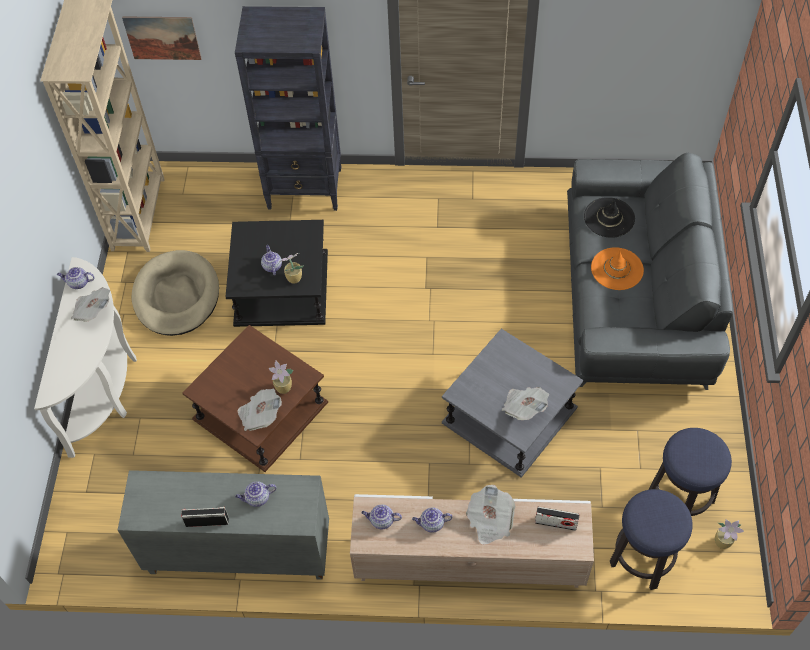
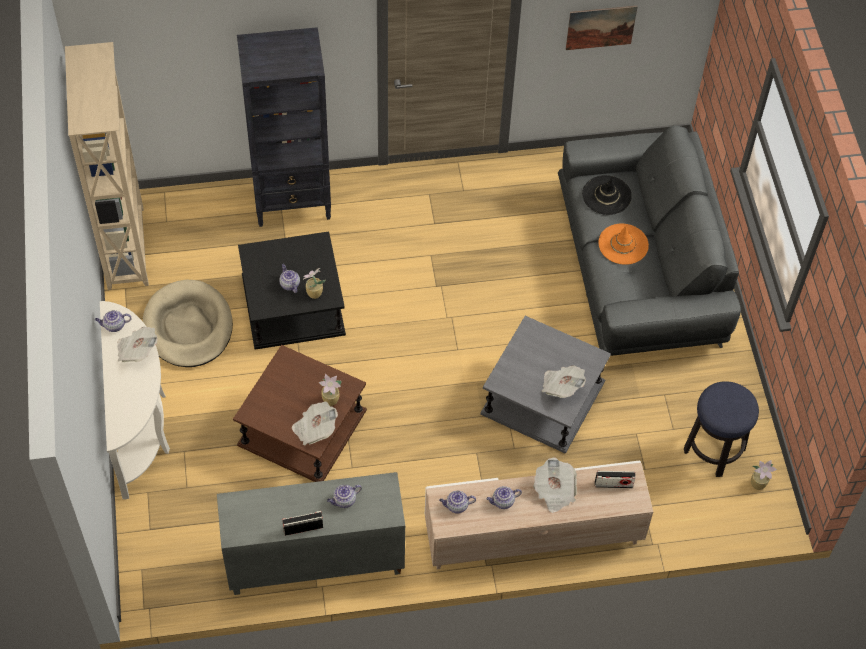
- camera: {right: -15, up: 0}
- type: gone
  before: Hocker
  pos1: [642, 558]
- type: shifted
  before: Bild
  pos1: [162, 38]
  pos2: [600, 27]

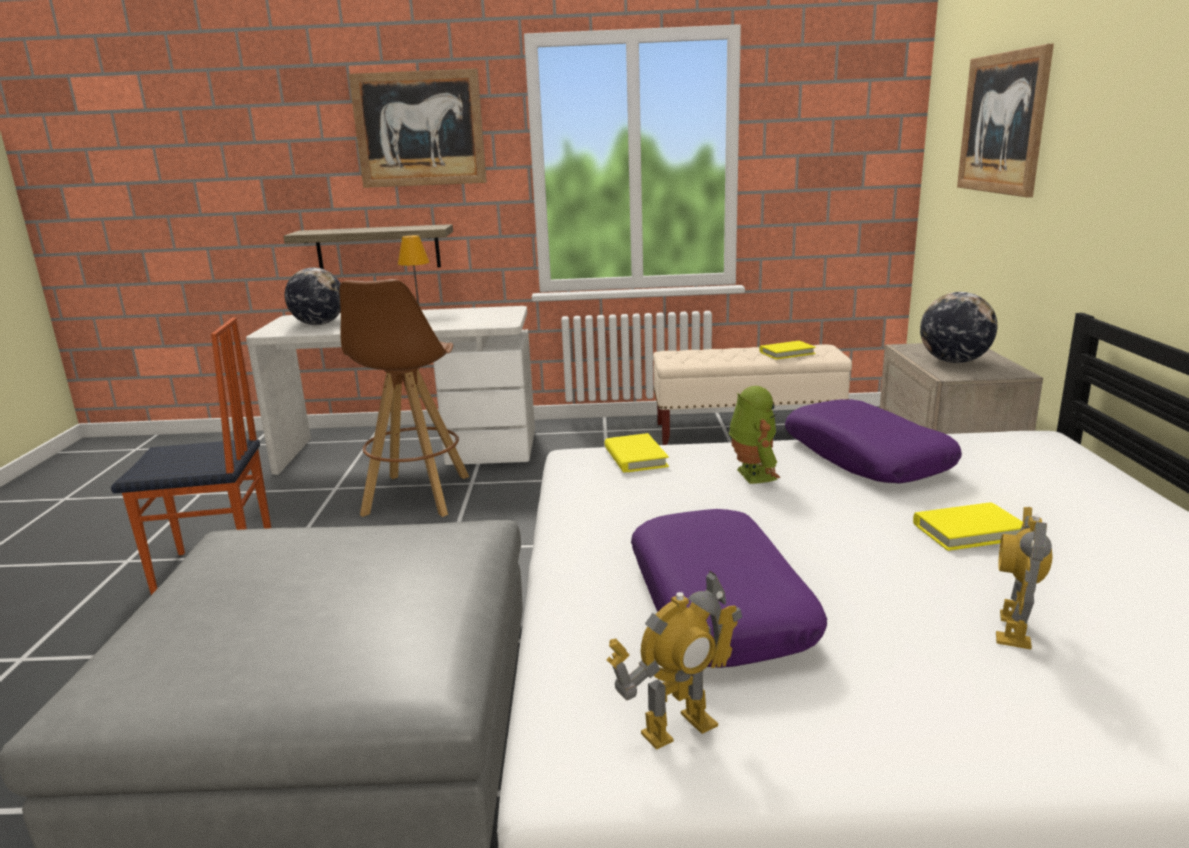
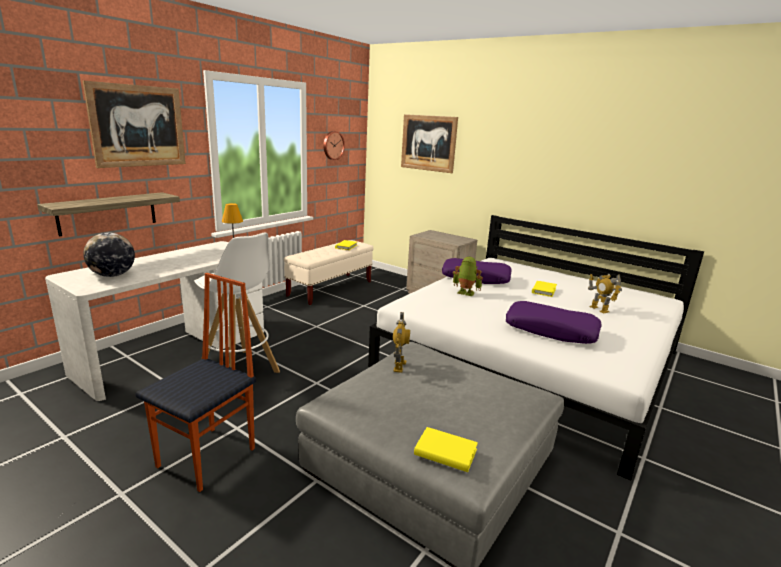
- camera: {right: -55, up: 0}
- type: gone
  before: Globus
  pos1: [954, 362]
- type: new
  after: Wanduhr
  pos2: [333, 145]
- type: shifted
  before: Buch/gelb
  pos1: [635, 457]
  pos2: [445, 452]
- type: shifted
  before: Spielzeugroboter
  pos1: [678, 728]
  pos2: [399, 366]
- type: repainted
  before: Hocker/braun
  after: Hocker/weiß
  pos1: [416, 495]
  pos2: [239, 370]

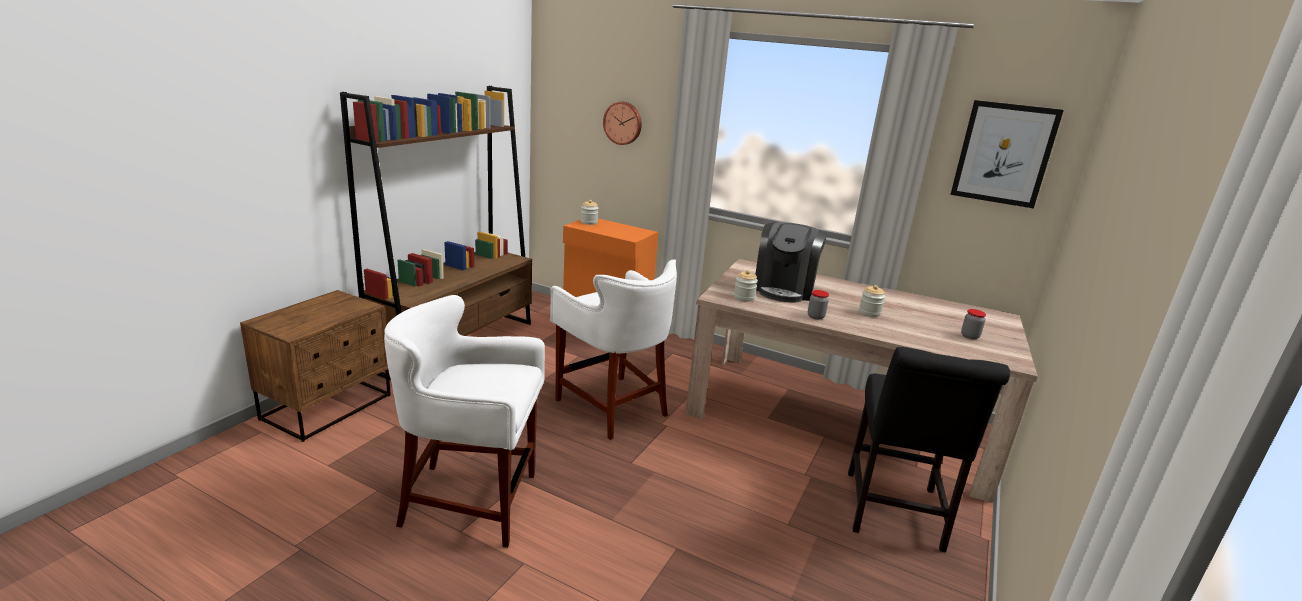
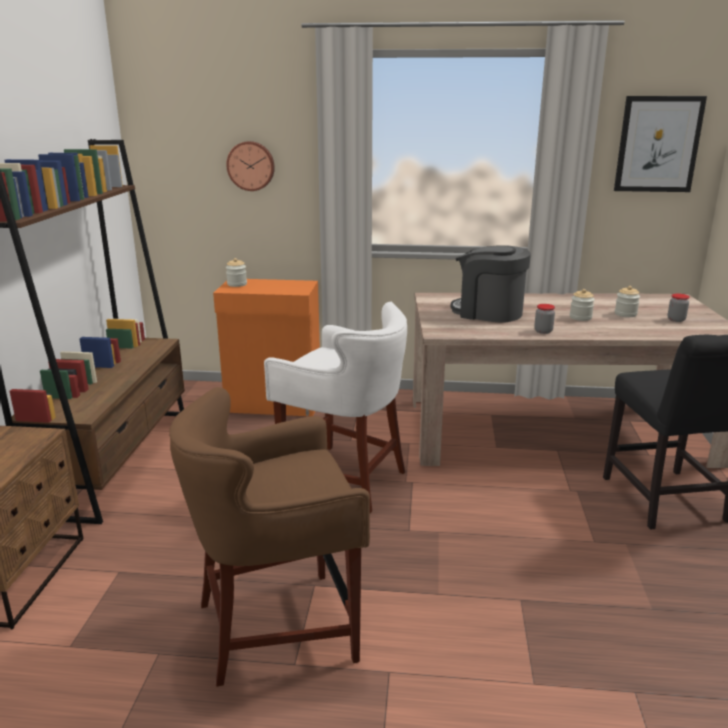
- camera: {right: -20, up: 0}
- type: shifted
  before: Vorratsglas
  pos1: [744, 297]
  pos2: [625, 314]
- type: repainted
  before: Hocker/weiß
  after: Hocker/braun
  pos1: [471, 502]
  pos2: [279, 628]
- type: rotated
  before: Kaffeemaschine
  pos1: [784, 289]
  pos2: [488, 312]
  turn: 120

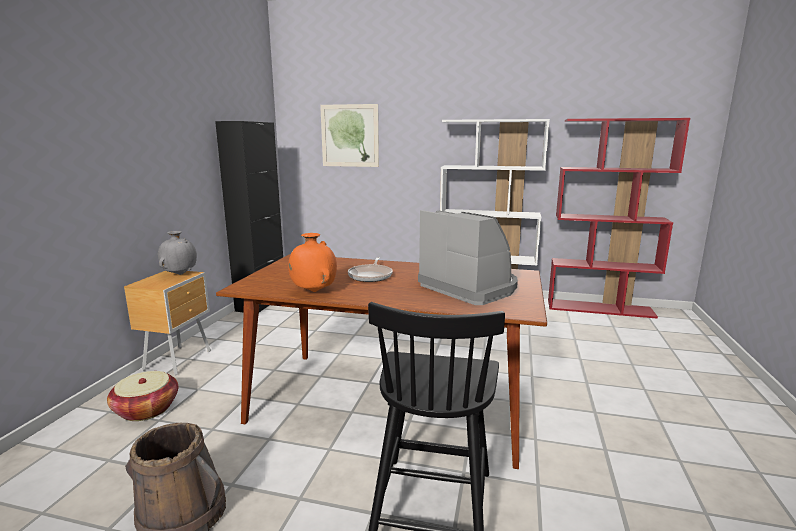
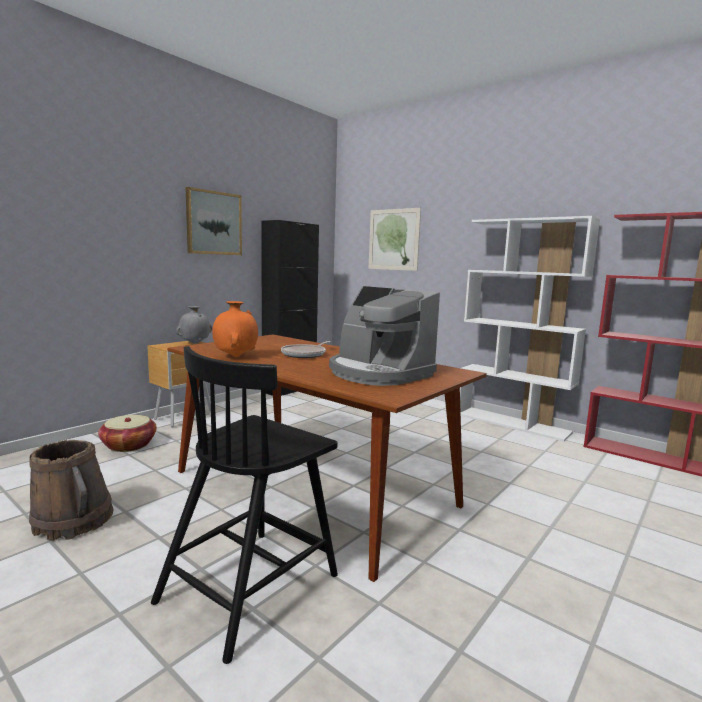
- camera: {right: 25, up: -5}
- type: new
  after: Bild
  pos2: [214, 223]
- type: rotated
  before: Kaffeemaschine
  pos1: [469, 287]
  pos2: [378, 373]
  turn: 150

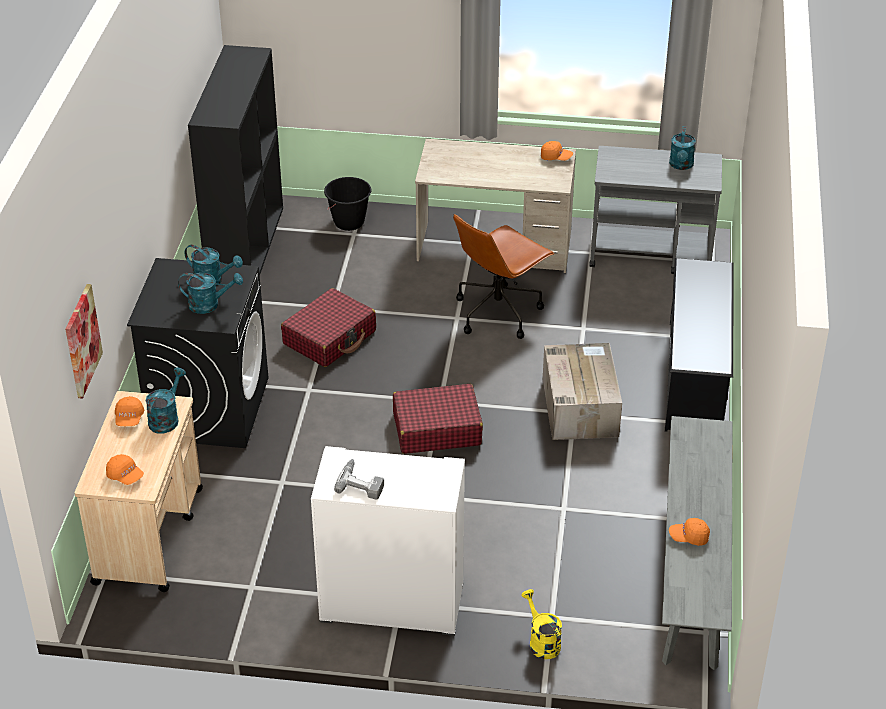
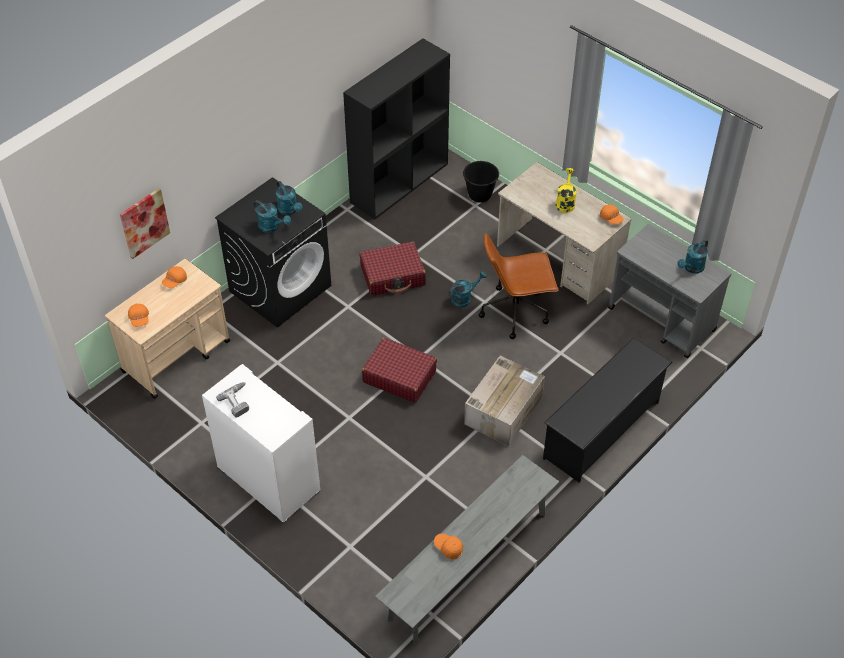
- camera: {right: 35, up: 10}
- type: shifted
  before: Gießkanne/türkis
  pos1: [166, 418]
  pos2: [464, 298]
- type: shifted
  before: Gießkanne/gelb
  pos1: [541, 641]
  pos2: [565, 202]

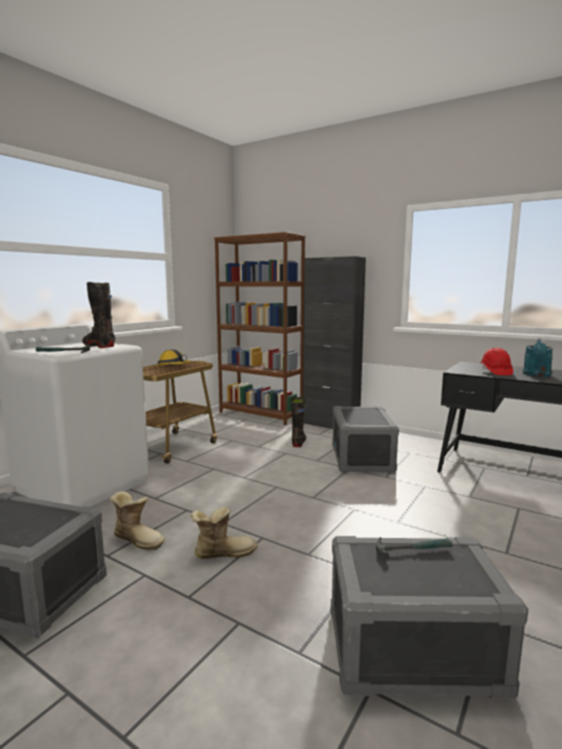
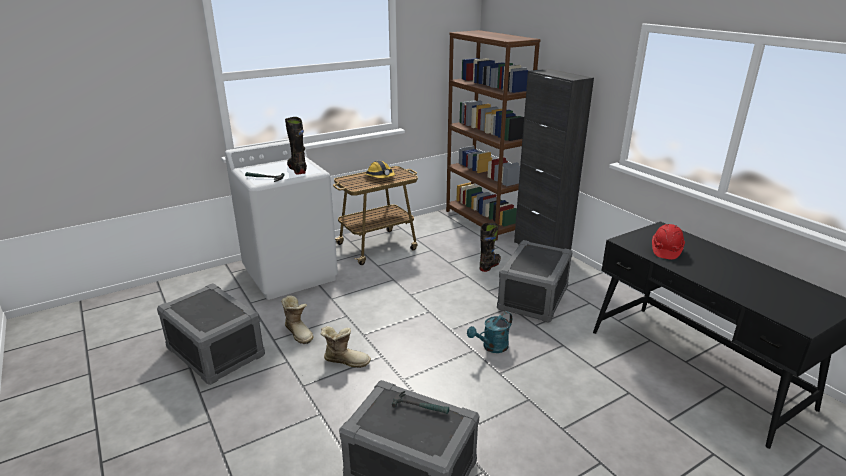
- camera: {right: 25, up: 15}
- type: shifted
  before: Gießkanne/türkis
  pos1: [536, 375]
  pos2: [491, 347]

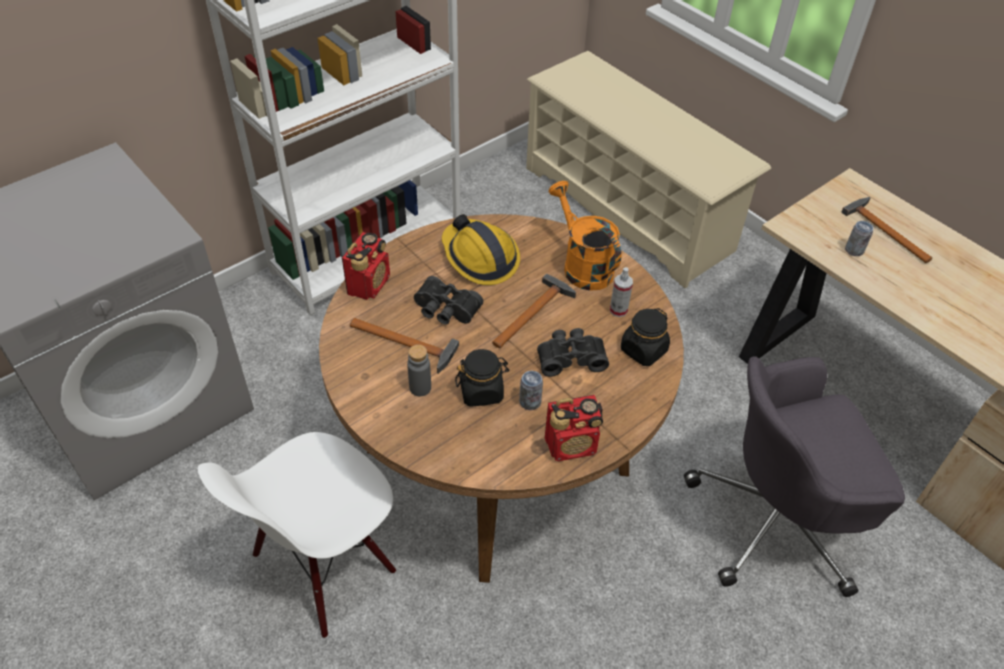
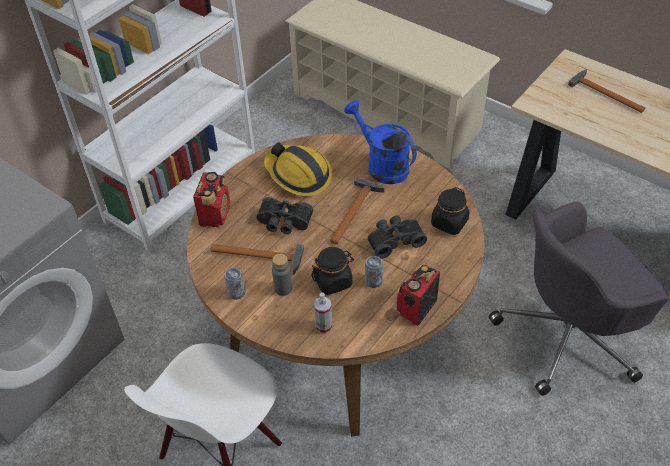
- camera: {right: -10, up: 0}
- type: shifted
  before: Sprühflasche
  pos1: [618, 310]
  pos2: [323, 326]
- type: shifted
  before: Dose
  pos1: [854, 250]
  pos2: [236, 293]
- type: repainted
  before: Gießkanne/orange
  after: Gießkanne/blau
  pos1: [582, 265]
  pos2: [382, 165]
- type: rotated
  before: Radio
  pos1: [571, 445]
  pos2: [416, 308]
  turn: 150

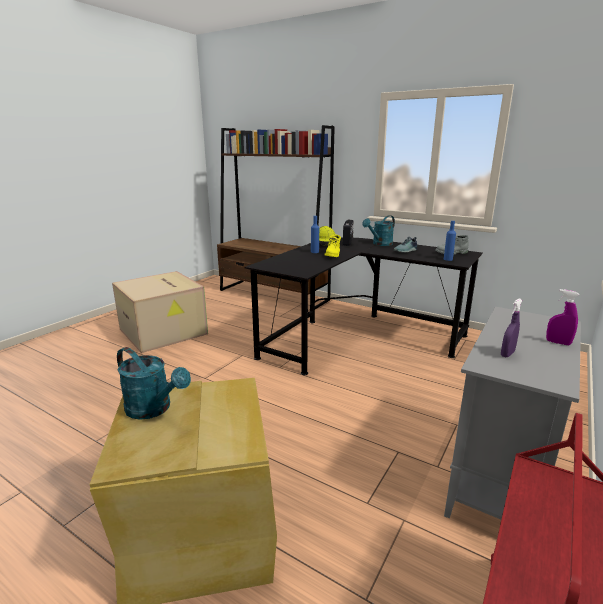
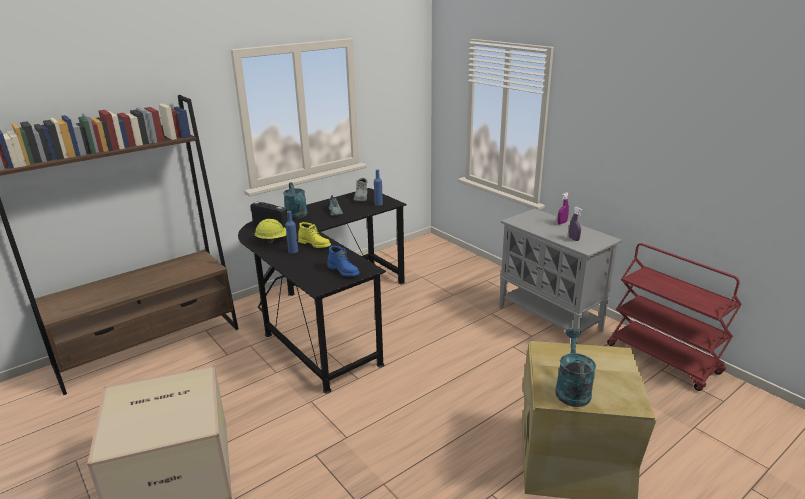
- camera: {right: -70, up: 5}
- type: new
  after: Stiefel/blau
  pos2: [344, 271]
- type: rotated
  before: Gießkanne/türkis
  pos1: [154, 409]
  pos2: [572, 389]
  turn: -45

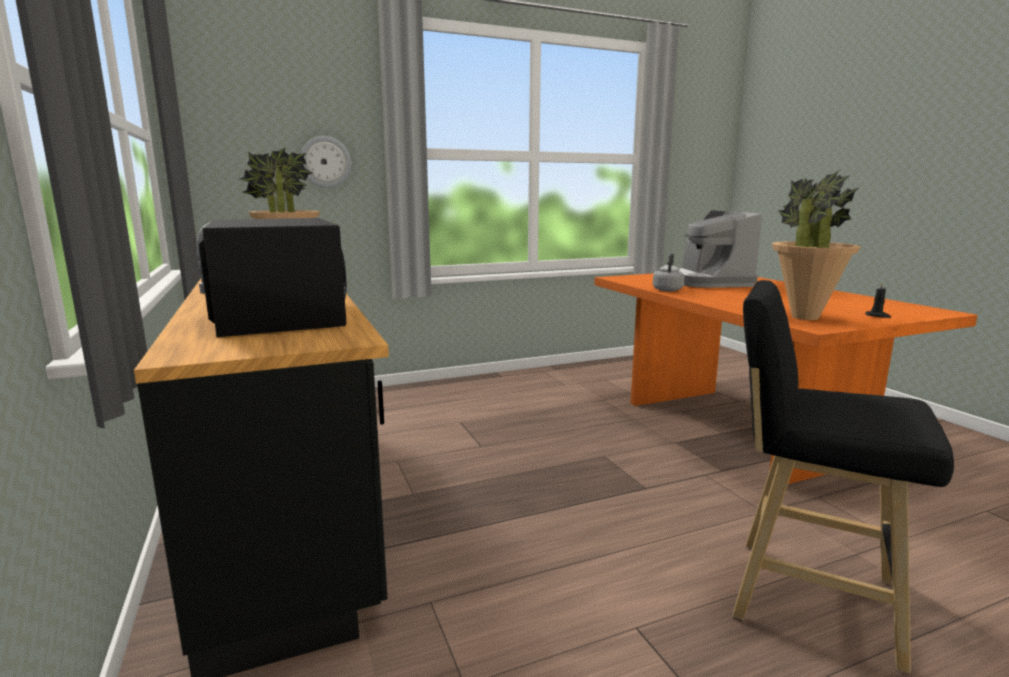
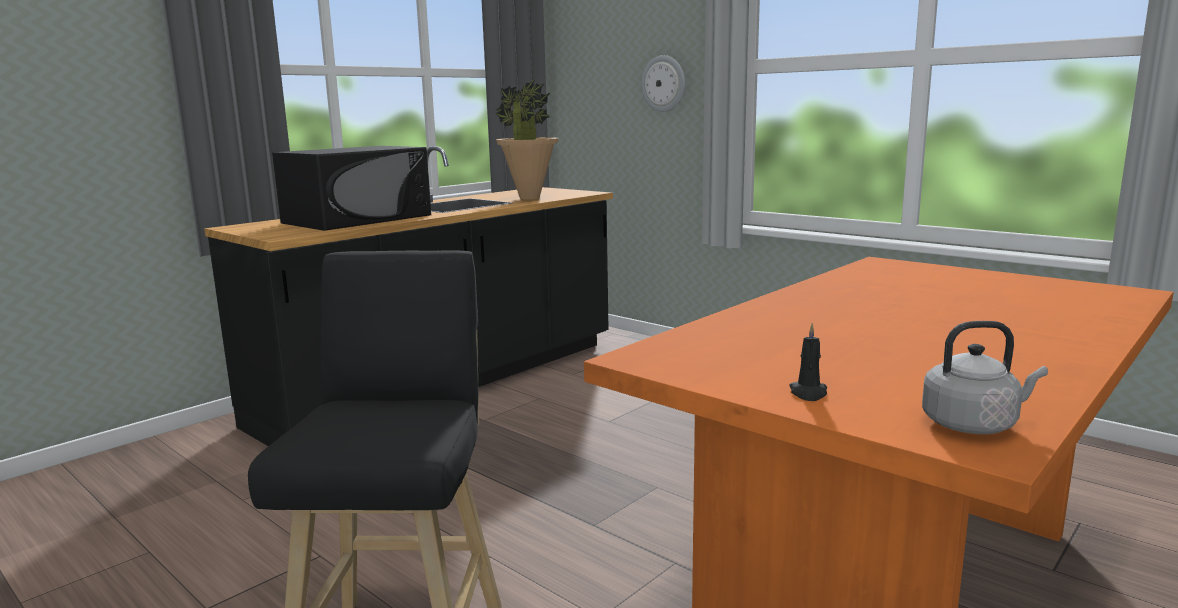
- camera: {right: 65, up: 0}
- type: gone
  before: Kaffeemaschine
  pos1: [707, 282]
- type: gone
  before: Topfpflanze
  pos1: [804, 317]
- type: shifted
  before: Wasserkessel/grau
  pos1: [667, 290]
  pos2: [973, 424]

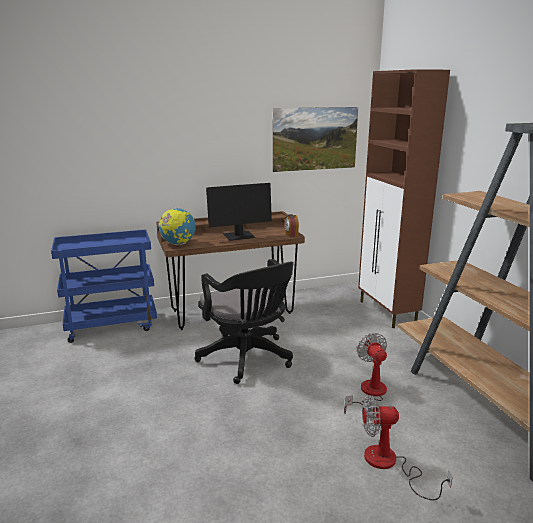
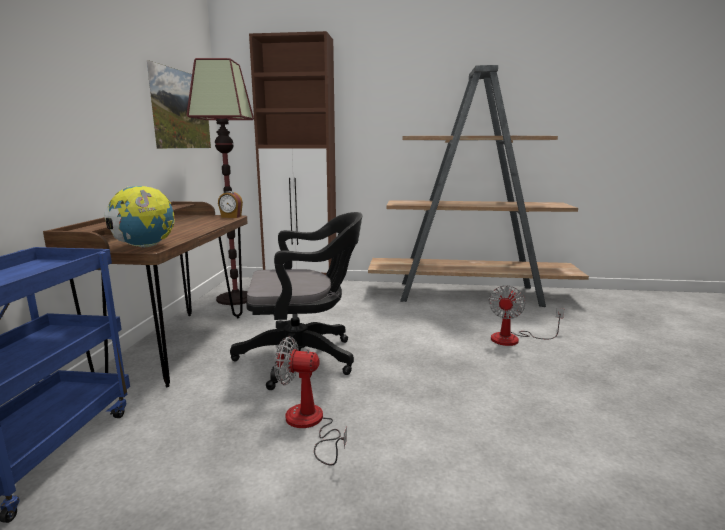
- camera: {right: -65, up: -5}
- type: gone
  before: Monitor
  pos1: [239, 236]
- type: new
  after: Stehlampe
  pos2: [236, 298]
- type: shifted
  before: Ventilator
  pos1: [369, 393]
  pos2: [309, 424]

